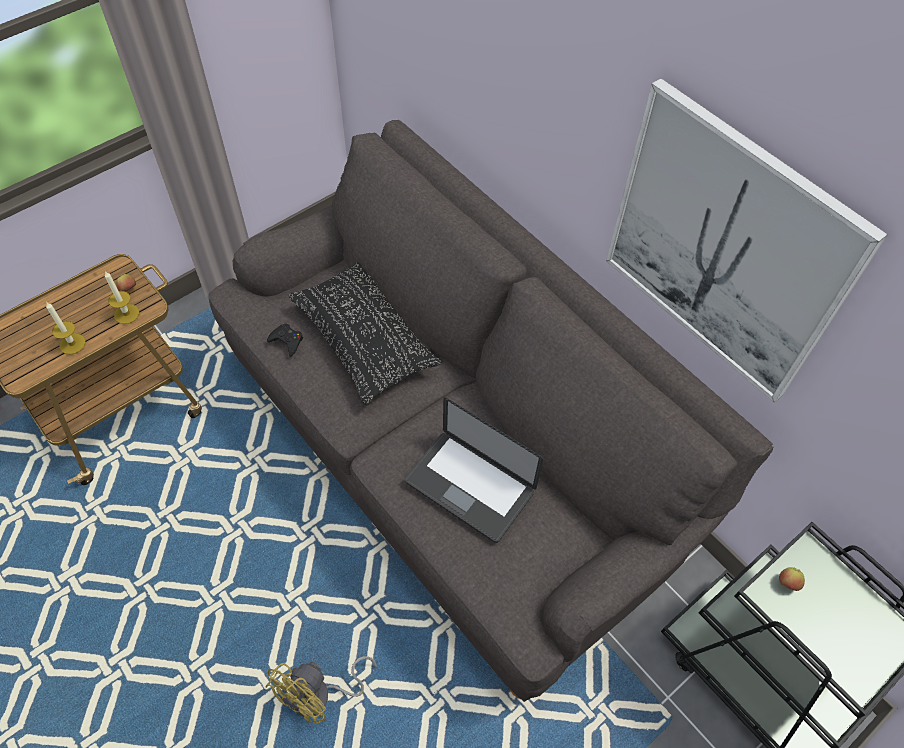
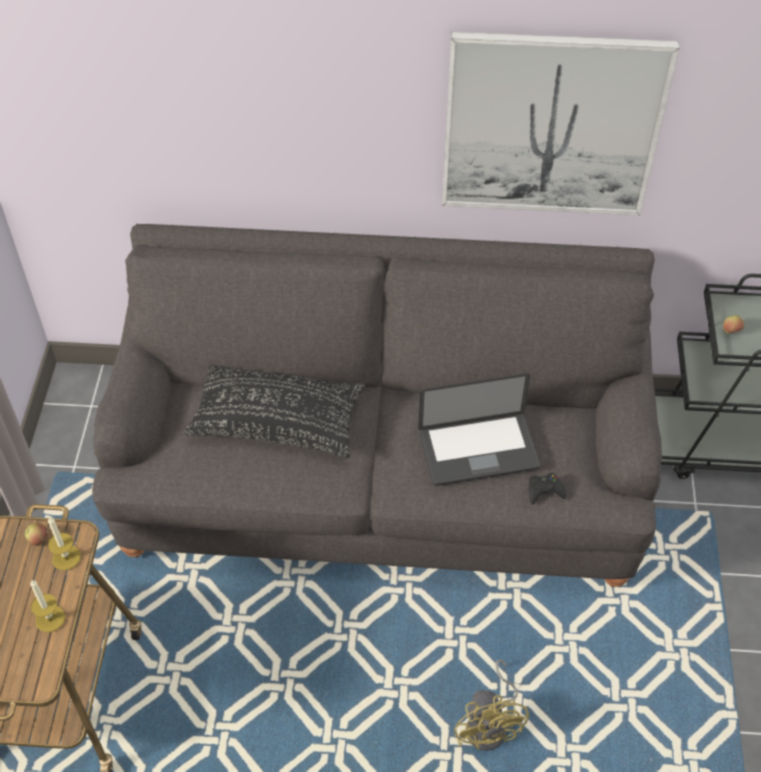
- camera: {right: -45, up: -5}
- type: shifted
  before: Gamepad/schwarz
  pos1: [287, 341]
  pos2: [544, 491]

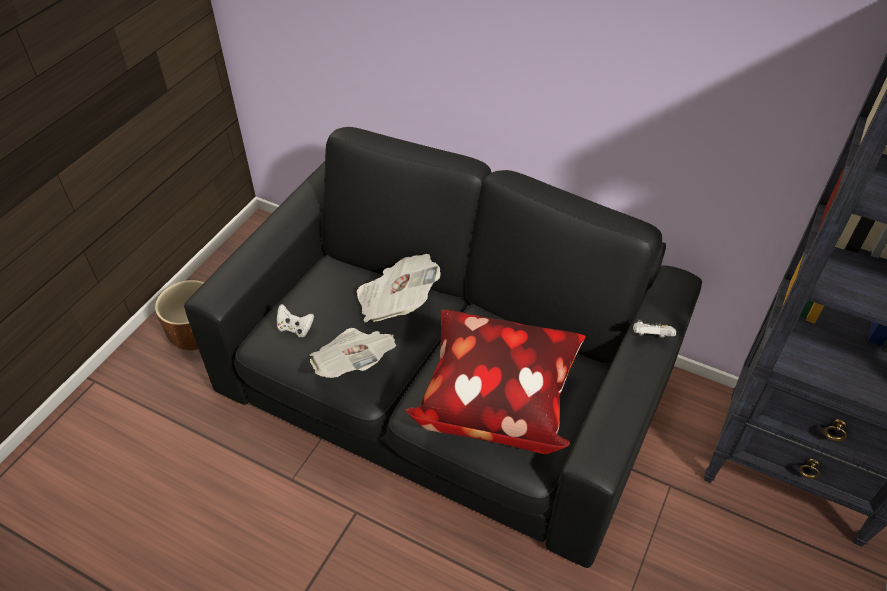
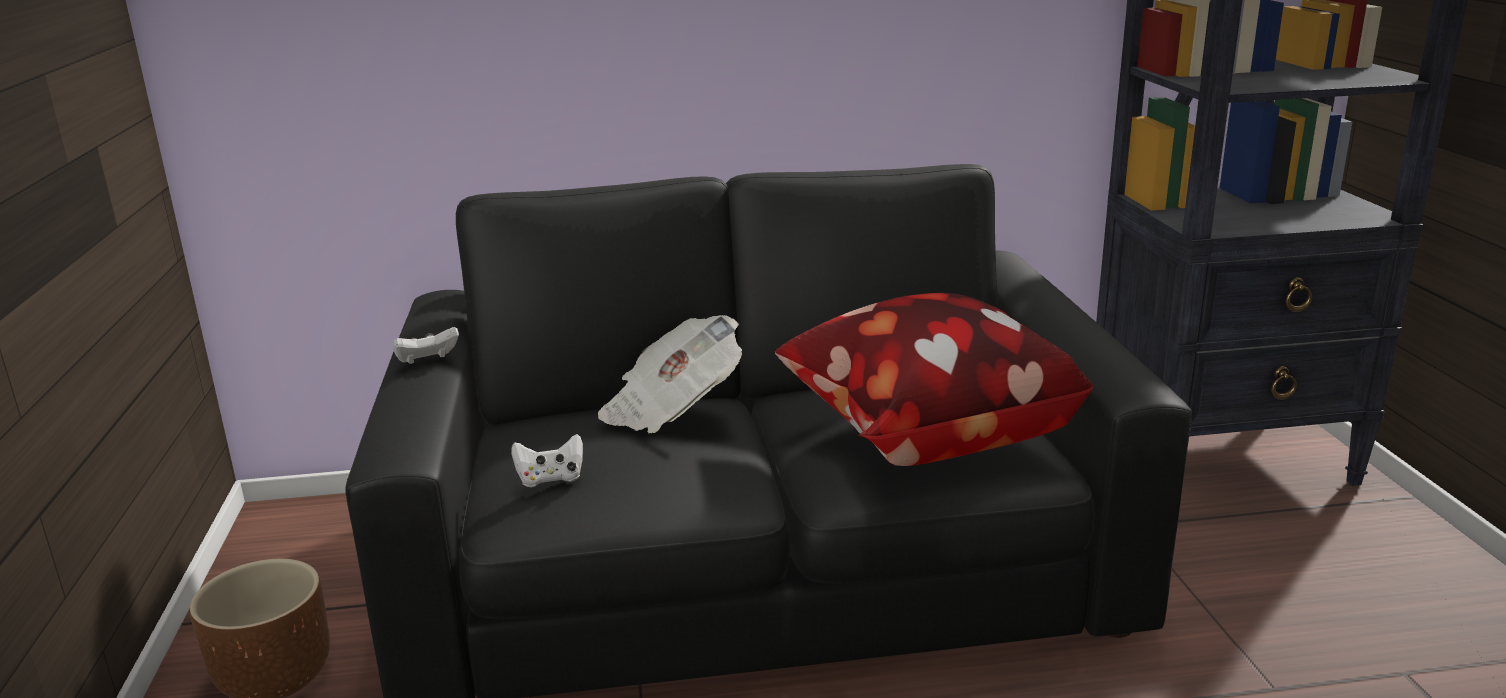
- camera: {right: -35, up: -25}
- type: gone
  before: Zeitung
  pos1: [353, 365]
- type: shifted
  before: Gamepad/weiß
  pos1: [650, 337]
  pos2: [427, 361]

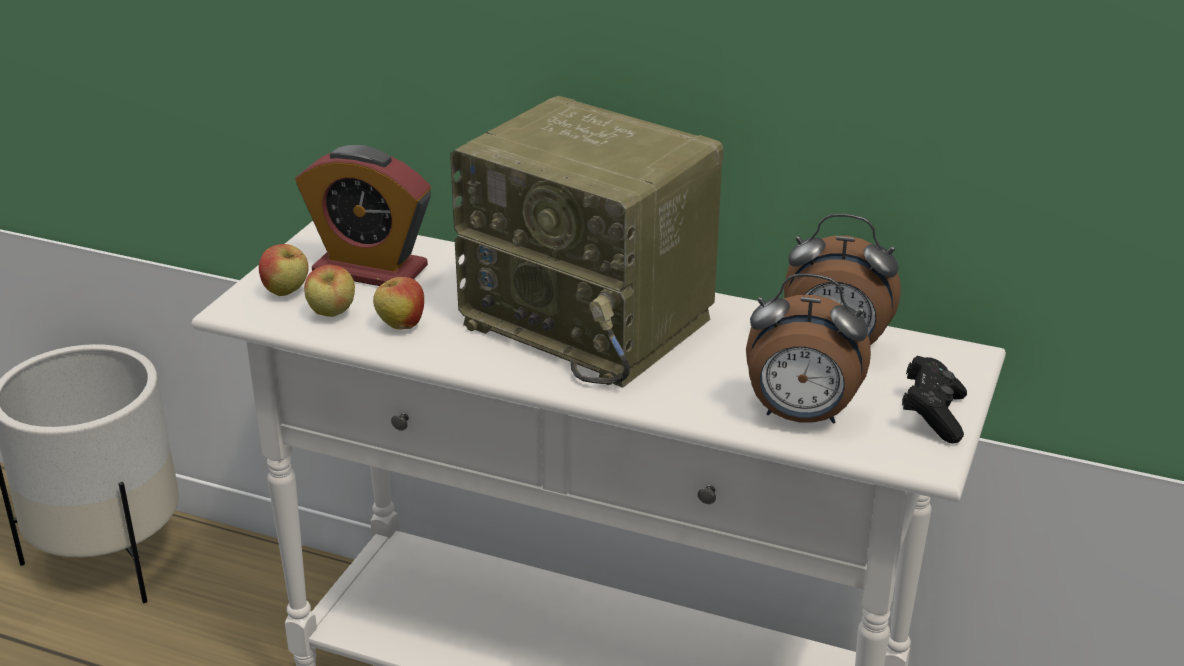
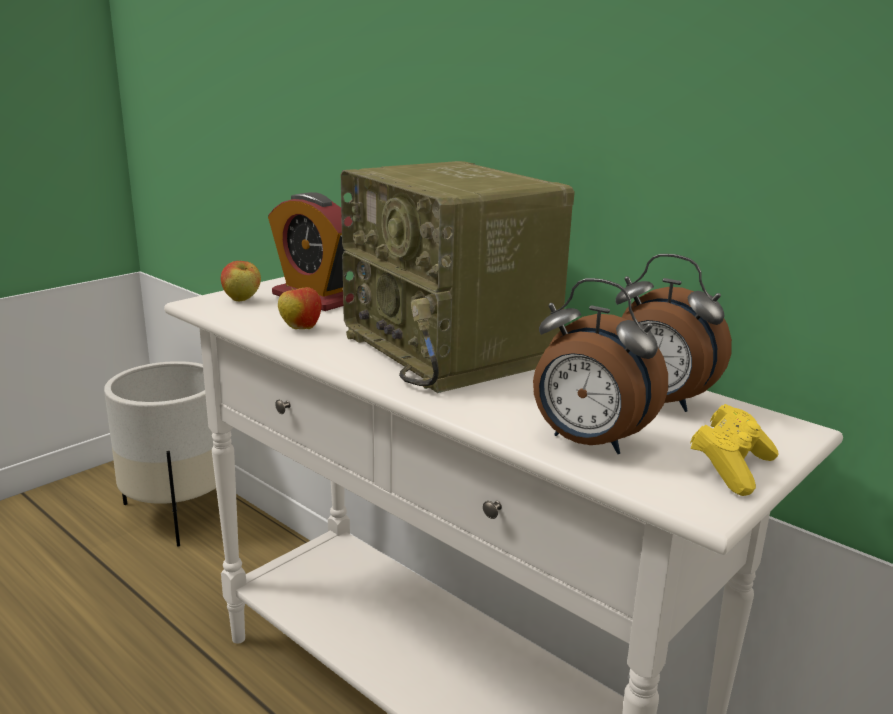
- camera: {right: 20, up: -10}
- type: gone
  before: Apfel
  pos1: [332, 315]
- type: repainted
  before: Gamepad/schwarz
  after: Gamepad/gelb
  pos1: [932, 415]
  pos2: [731, 468]

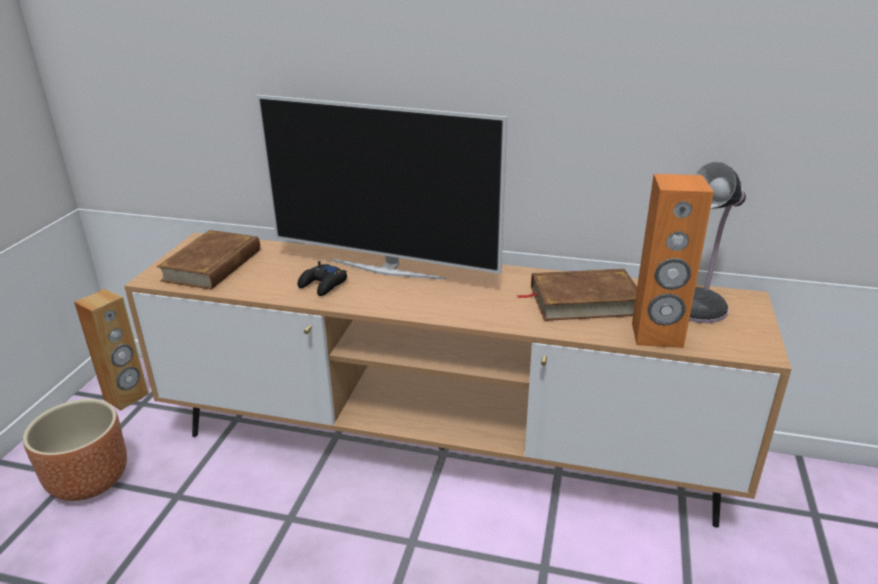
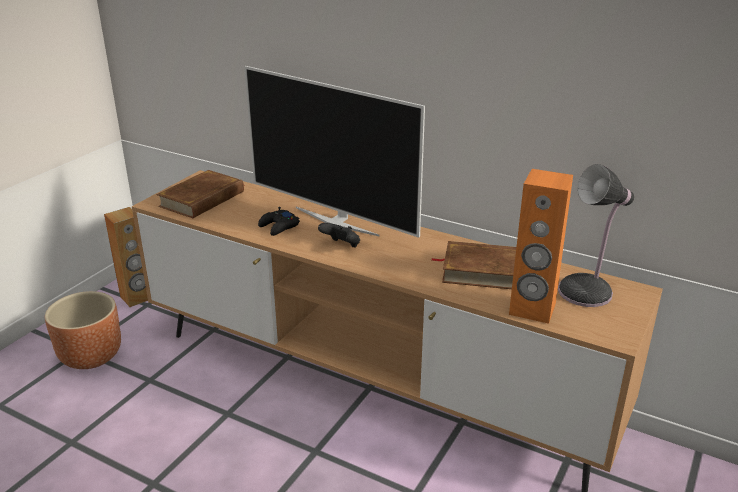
- camera: {right: 15, up: 0}
- type: new
  after: Gamepad/schwarz
  pos2: [341, 246]

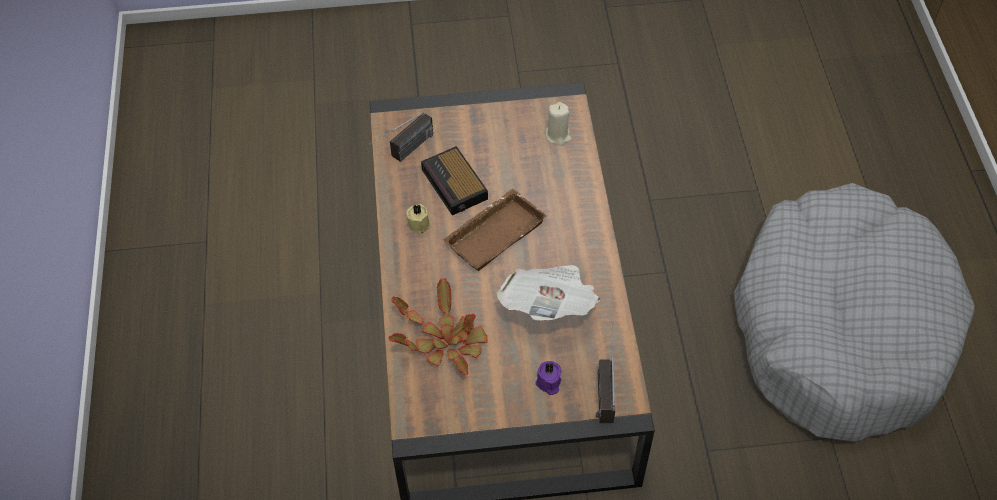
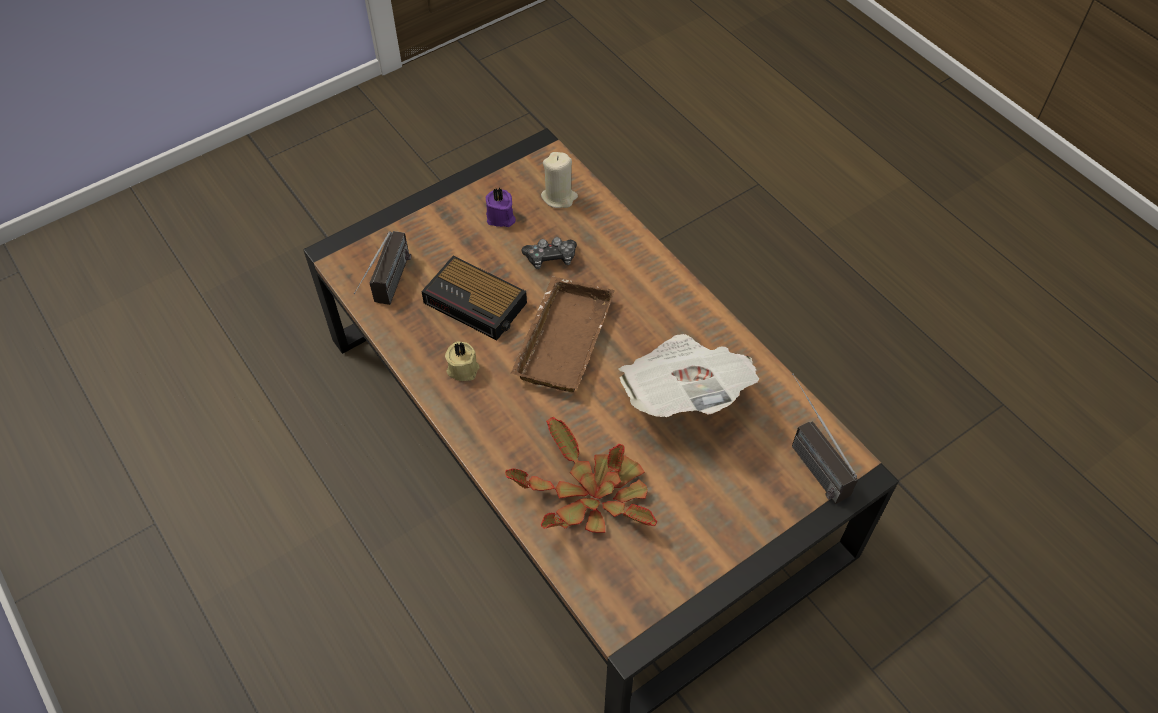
- camera: {right: -30, up: 0}
- type: gone
  before: Hundebett/grau
  pos1: [840, 328]
- type: new
  after: Gamepad
  pos2: [550, 258]
- type: shifted
  before: Kerze/lila
  pos1: [548, 383]
  pos2: [501, 218]

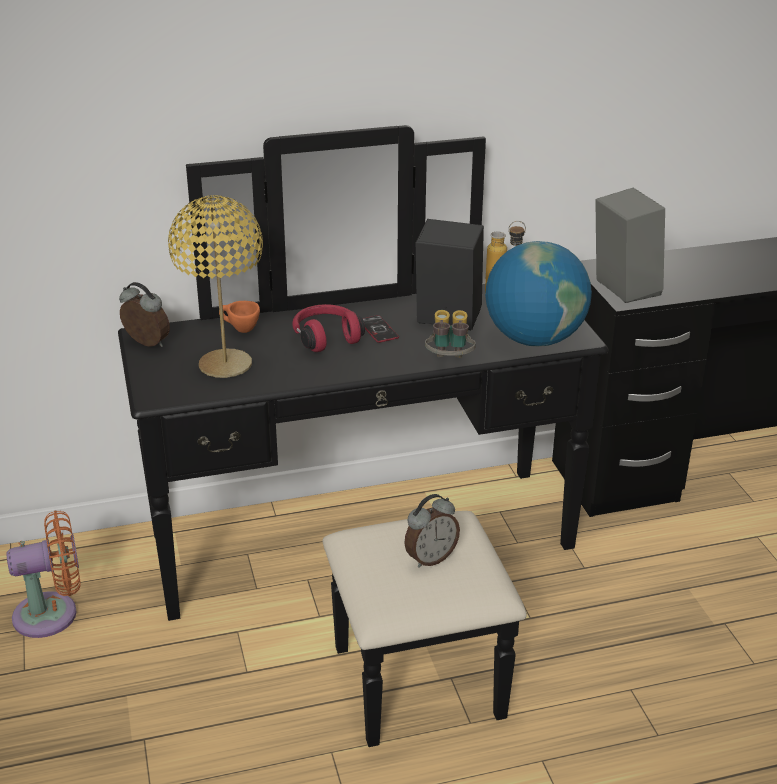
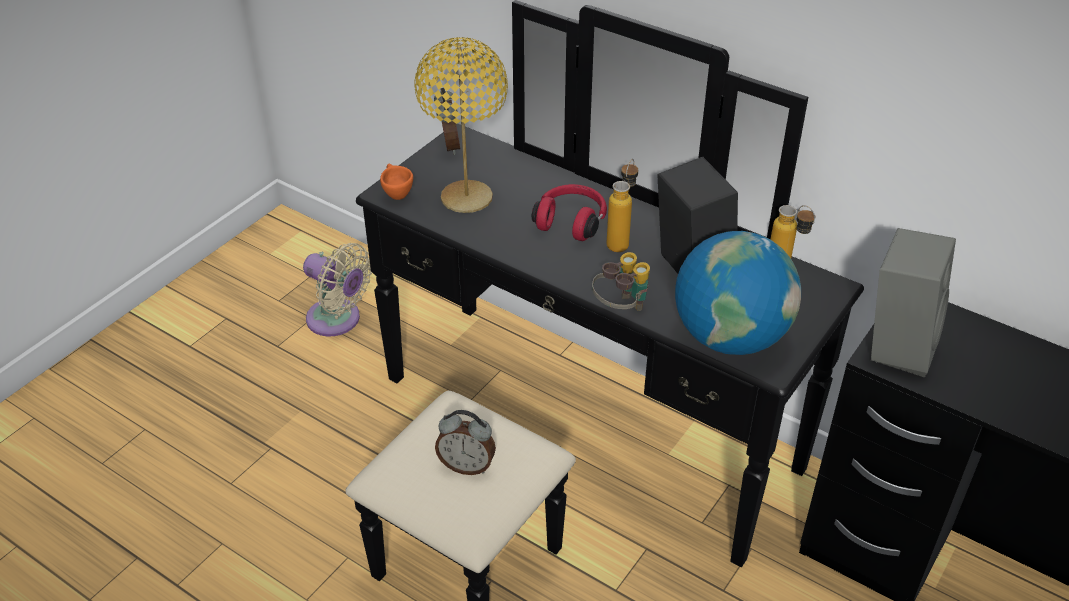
- camera: {right: 50, up: 10}
- type: shifted
  before: Tasse/orange
  pos1: [240, 330]
  pos2: [396, 194]
- type: swapped
  before: Handy
  after: Flasche
  pos1: [378, 330]
  pos2: [621, 240]
- type: repainted
  before: Ventilator/orange
  after: Ventilator/beige
  pos1: [52, 614]
  pos2: [338, 320]

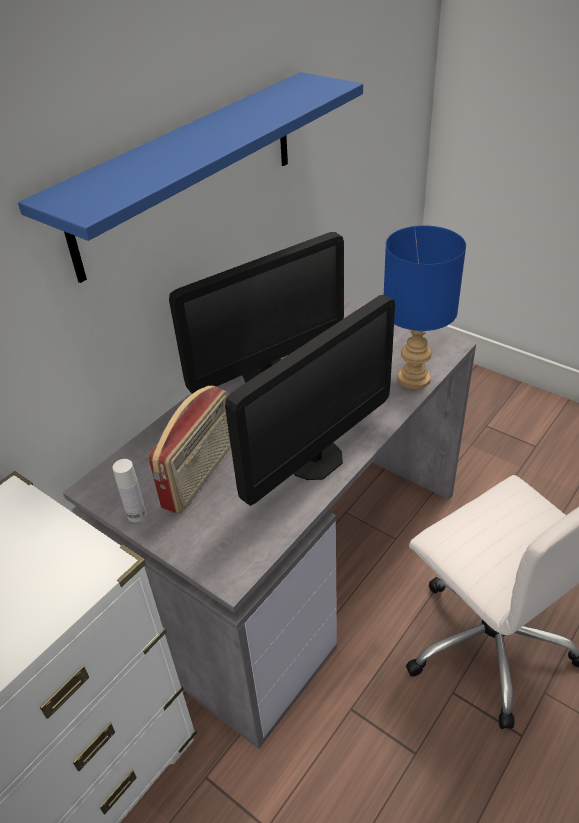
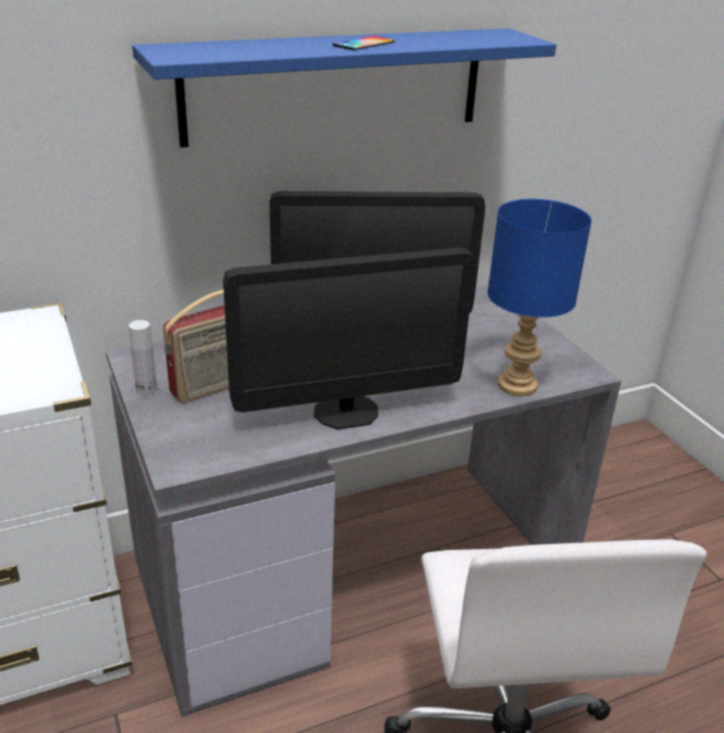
- camera: {right: 25, up: -10}
- type: new
  after: Handy
  pos2: [364, 44]

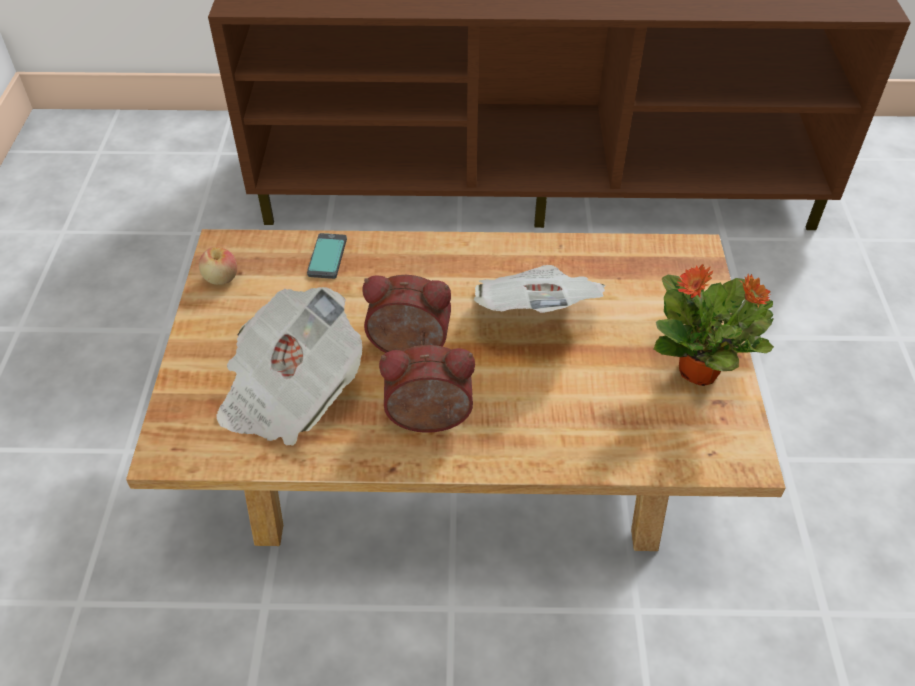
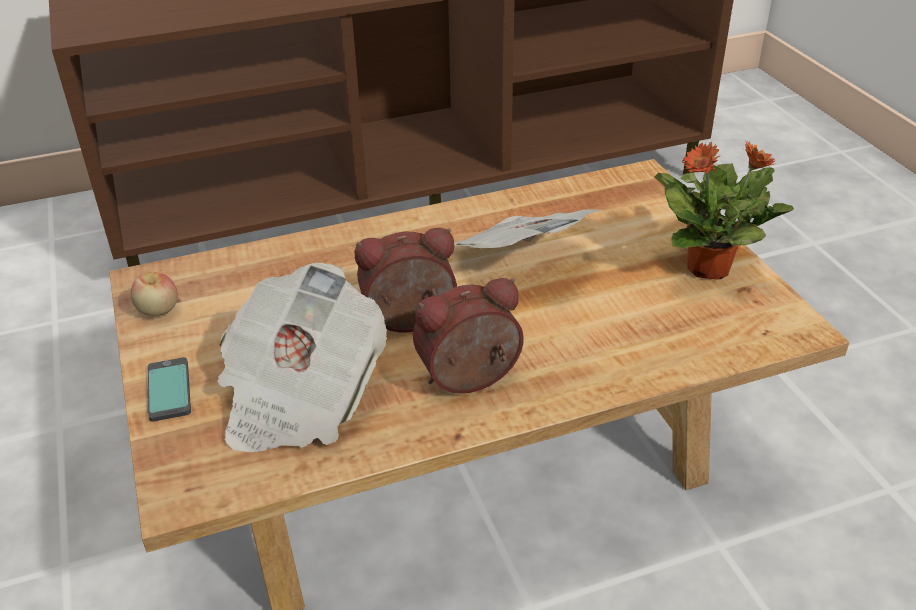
- camera: {right: -20, up: -10}
- type: shifted
  before: Handy
  pos1: [327, 257]
  pos2: [168, 390]

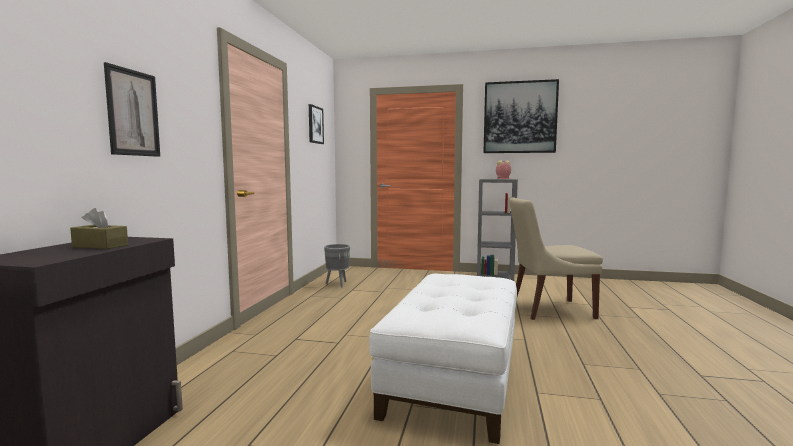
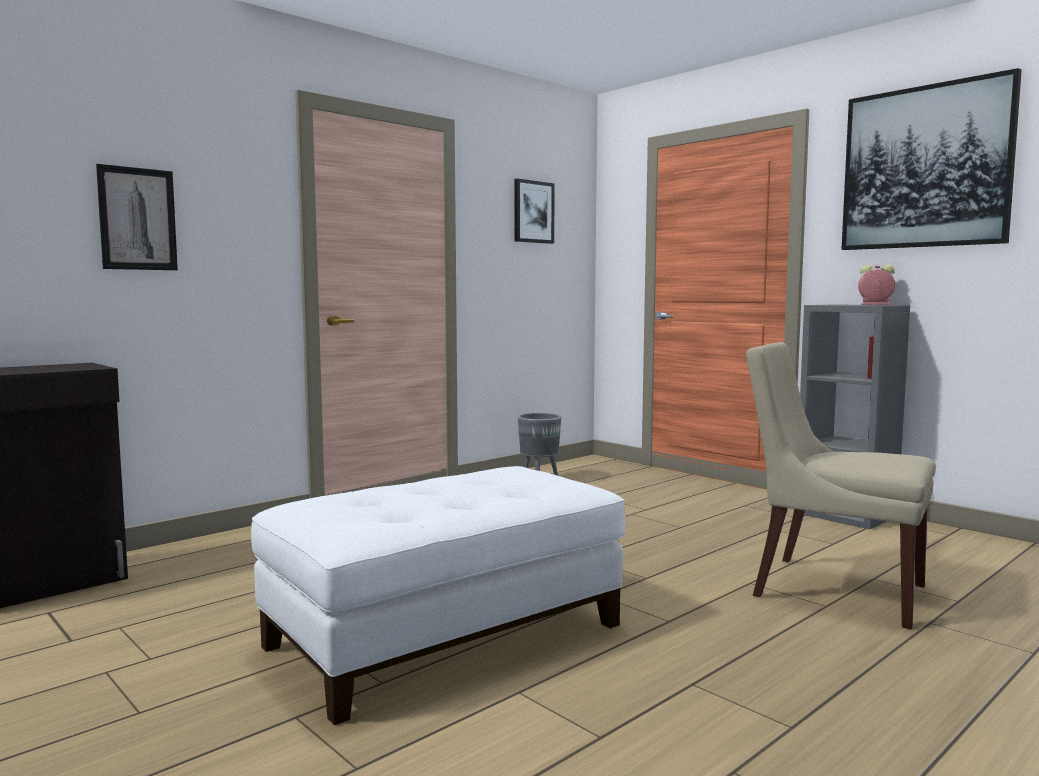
- camera: {right: 35, up: 0}
- type: gone
  before: Taschentuchbox/braun
  pos1: [100, 246]

